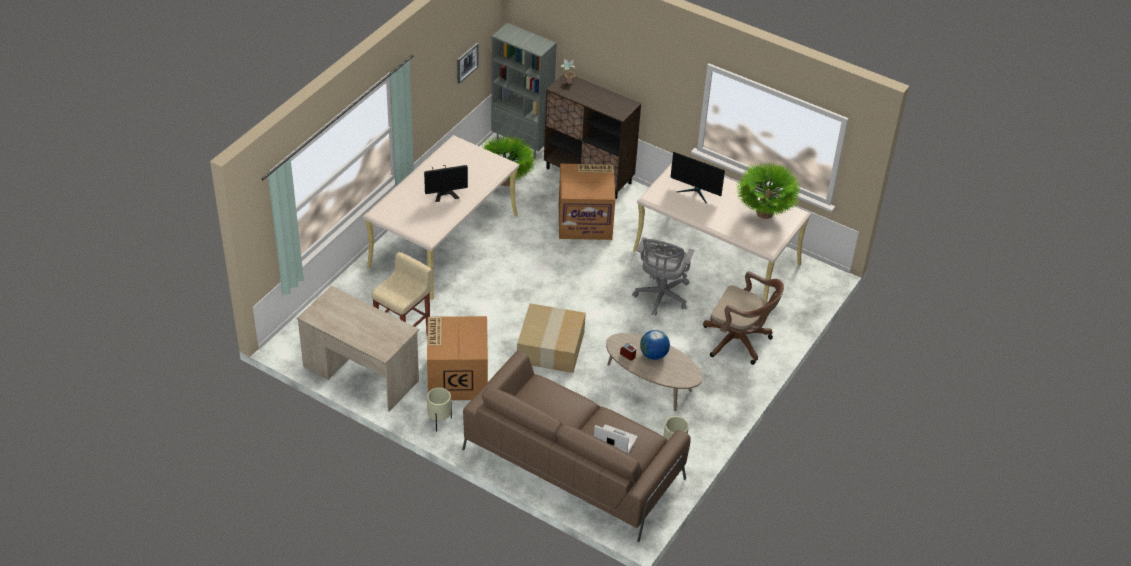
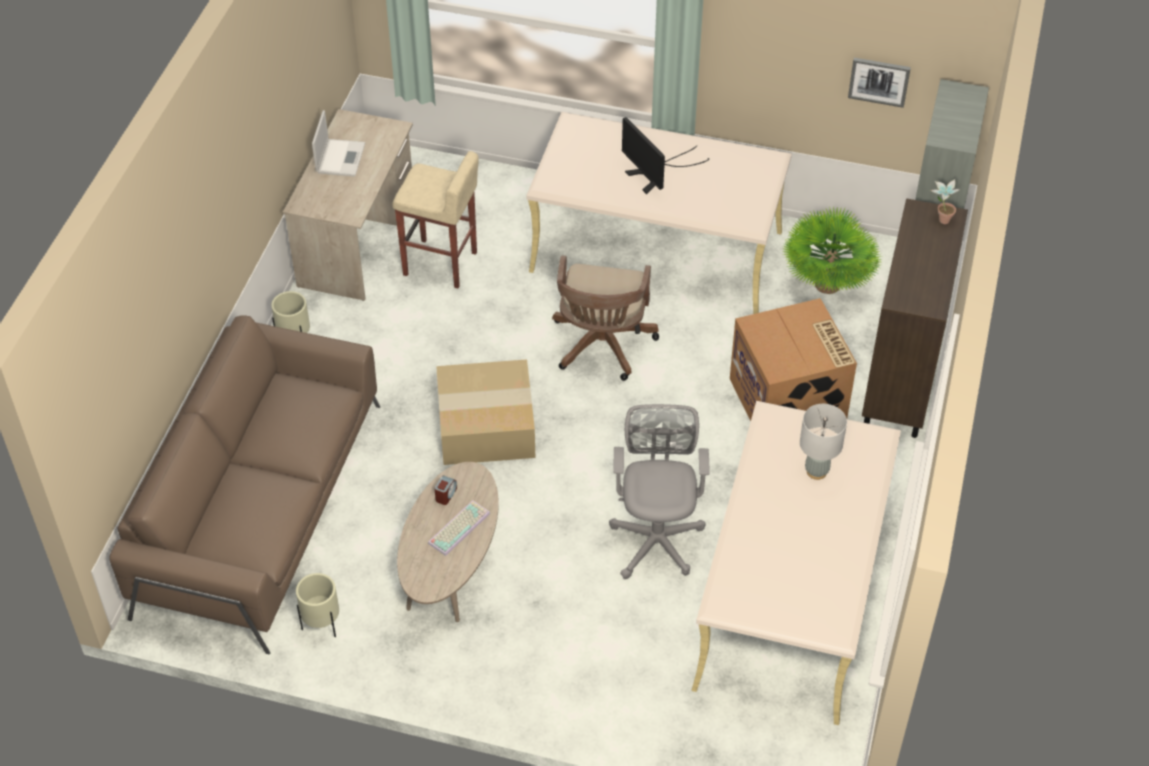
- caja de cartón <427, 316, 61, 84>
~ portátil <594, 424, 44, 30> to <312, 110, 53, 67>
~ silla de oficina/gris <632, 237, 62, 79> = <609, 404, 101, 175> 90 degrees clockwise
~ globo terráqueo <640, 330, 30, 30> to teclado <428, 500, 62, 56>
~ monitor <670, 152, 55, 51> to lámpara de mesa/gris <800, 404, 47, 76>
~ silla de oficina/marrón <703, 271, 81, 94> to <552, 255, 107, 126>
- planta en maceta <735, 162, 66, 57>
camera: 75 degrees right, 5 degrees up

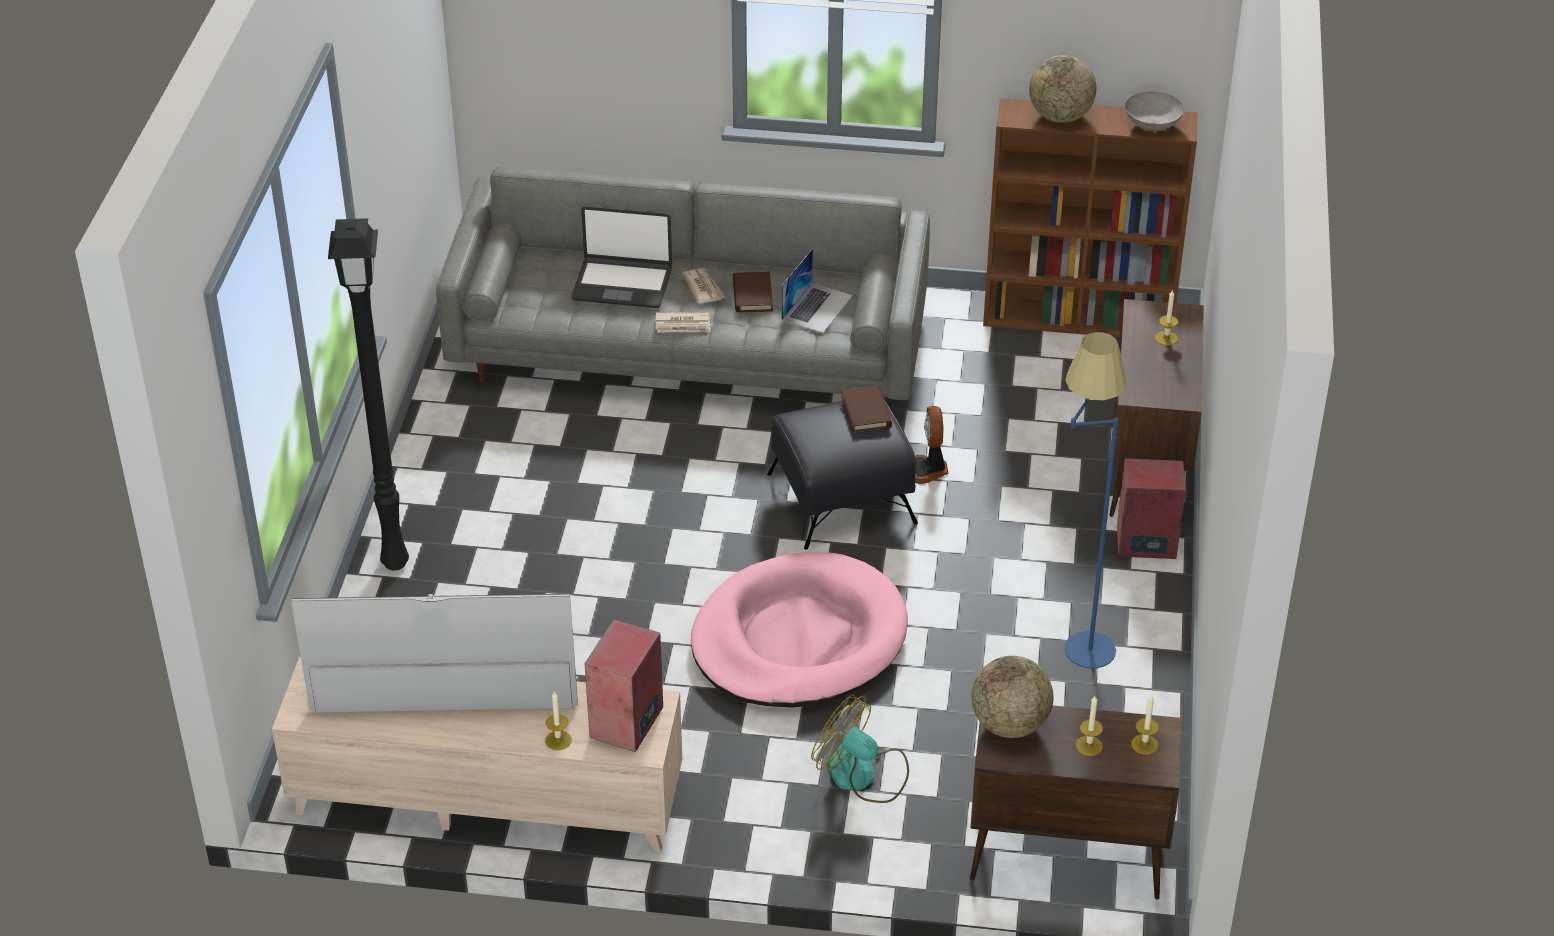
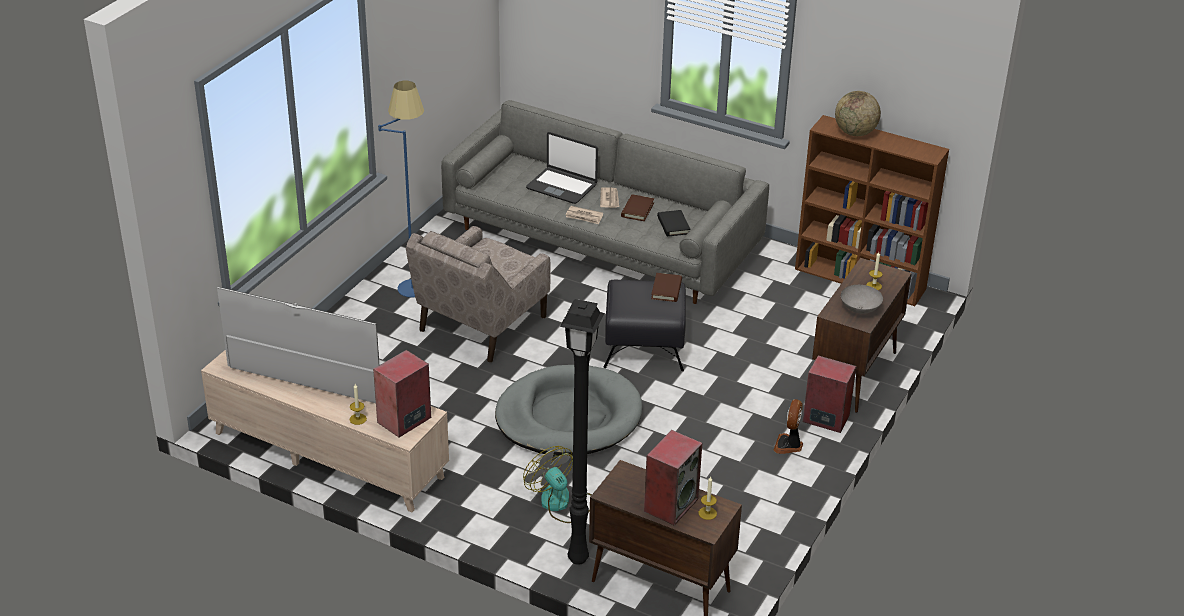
~ lámpara de pie/negro <328, 218, 81, 352> to <560, 299, 45, 266>
~ cama para perro/rosa <691, 552, 217, 156> to cama para perro/gris <495, 365, 147, 91>
~ portátil <782, 249, 71, 84> to libro/negro <657, 210, 34, 27>
~ ventilador <915, 406, 33, 78> to <773, 399, 30, 55>
- globo terráqueo <971, 656, 83, 82>
~ lámpara de pie/azul <1064, 332, 63, 336> to <378, 81, 46, 217>
~ vela <1076, 696, 27, 60> to altavoz <644, 430, 58, 96>
~ cuenco/gris <1125, 91, 59, 40> to <841, 285, 42, 29>
+ sillón/beis <406, 226, 145, 136>
camera: 20 degrees right, 5 degrees down

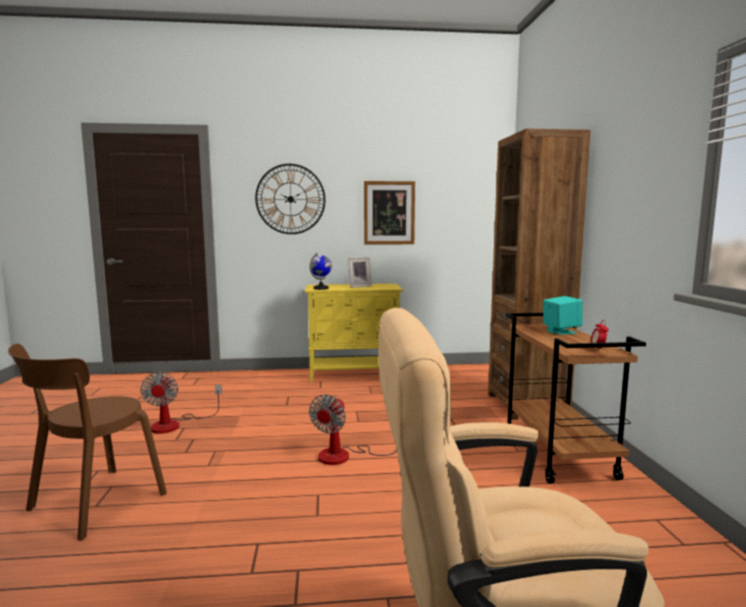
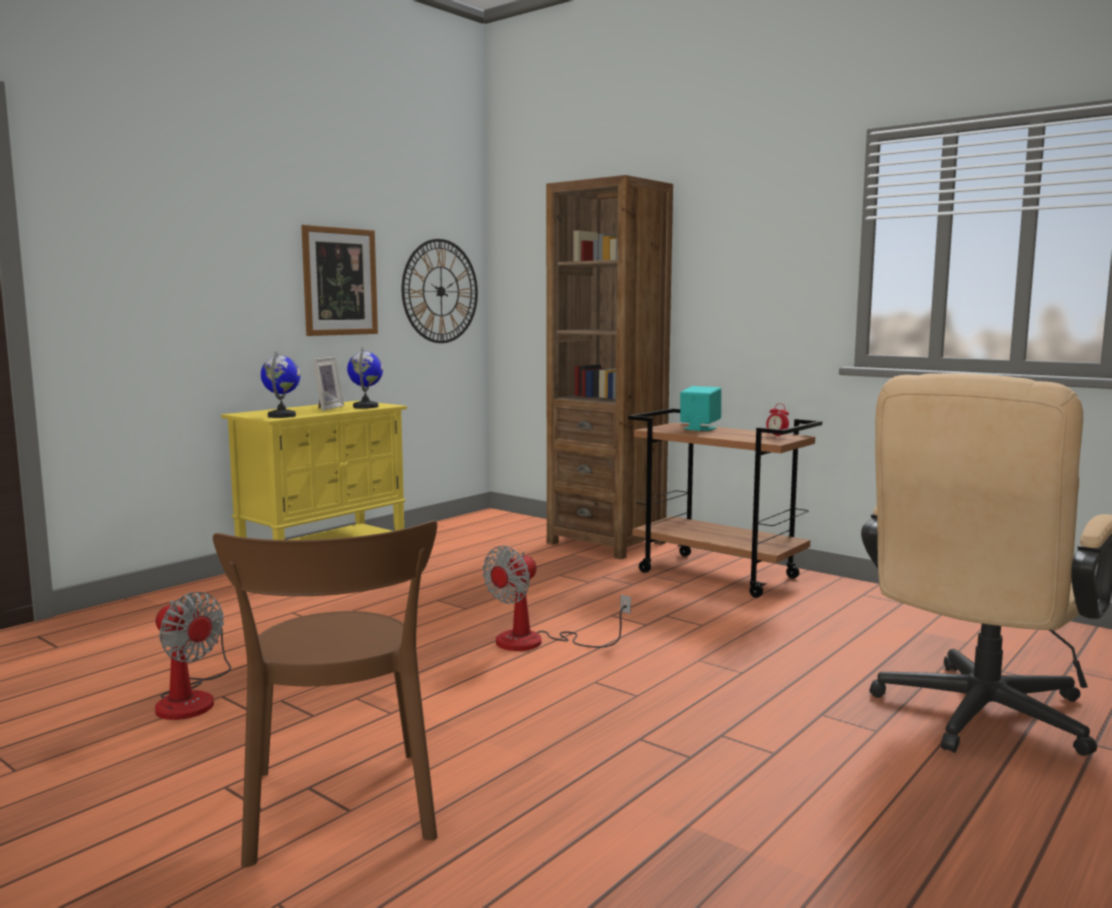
~ reloj de pared <255, 164, 70, 70> to <402, 239, 76, 104>
~ ventilador <309, 394, 88, 71> = <482, 546, 149, 105> 60 degrees clockwise
+ globo terráqueo <347, 347, 36, 62>
camera: 45 degrees left, 0 degrees up

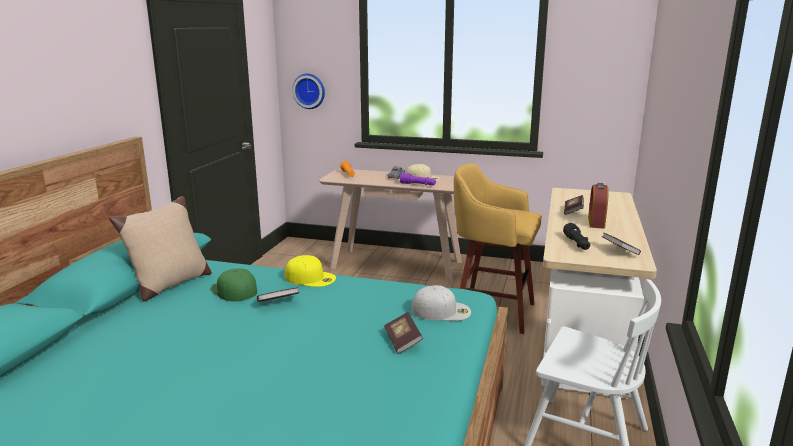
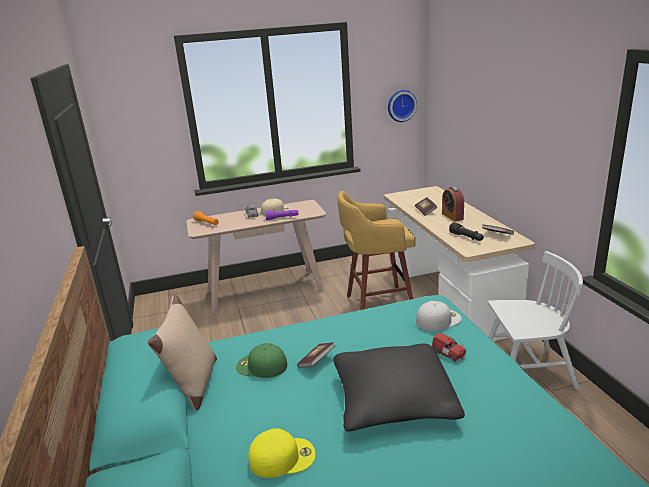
~ gorra/amarillo <285, 255, 51, 32> to <248, 428, 67, 50>
~ reloj de pared <292, 74, 33, 35> to <388, 90, 29, 32>
~ libro <384, 312, 39, 42> to coche de juguete/rojo <432, 333, 34, 29>
+ cojín/negro <333, 343, 132, 89>
camera: 30 degrees left, 5 degrees up

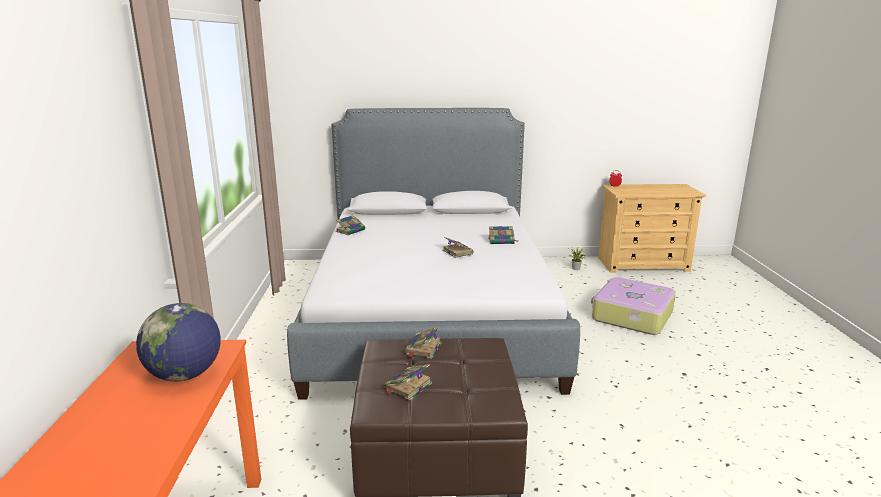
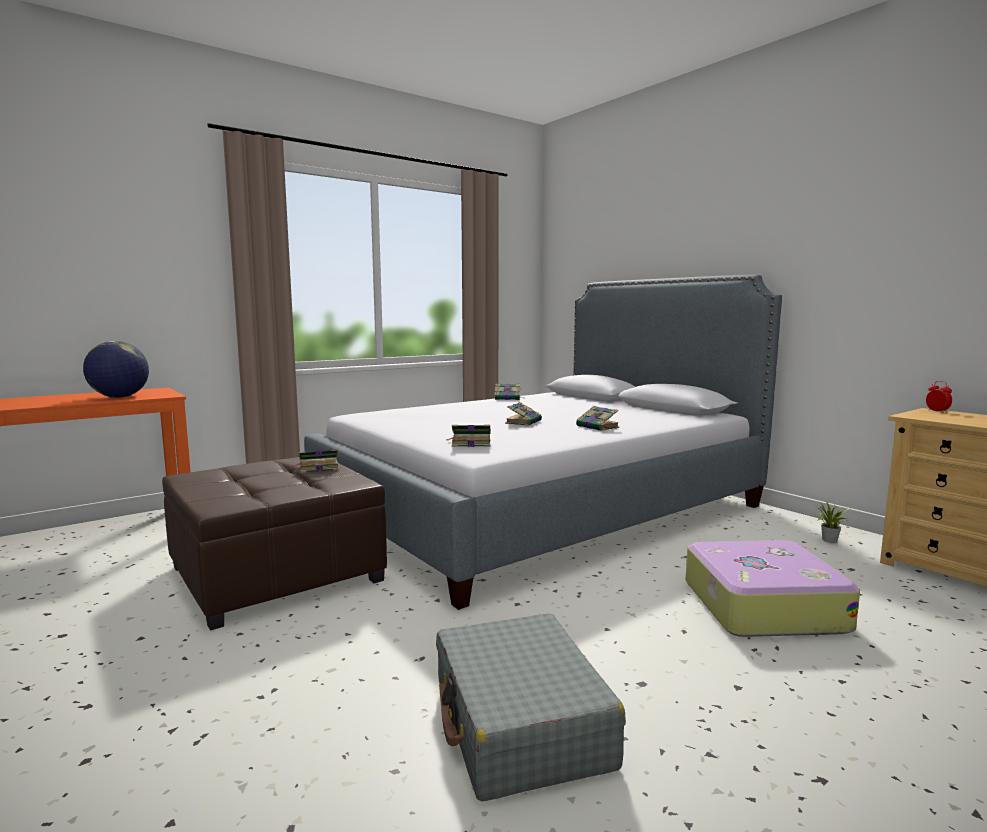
~ libro <384, 364, 48, 37> to <448, 425, 43, 22>
+ maleta/gris <436, 613, 190, 189>
camera: 55 degrees right, 10 degrees down

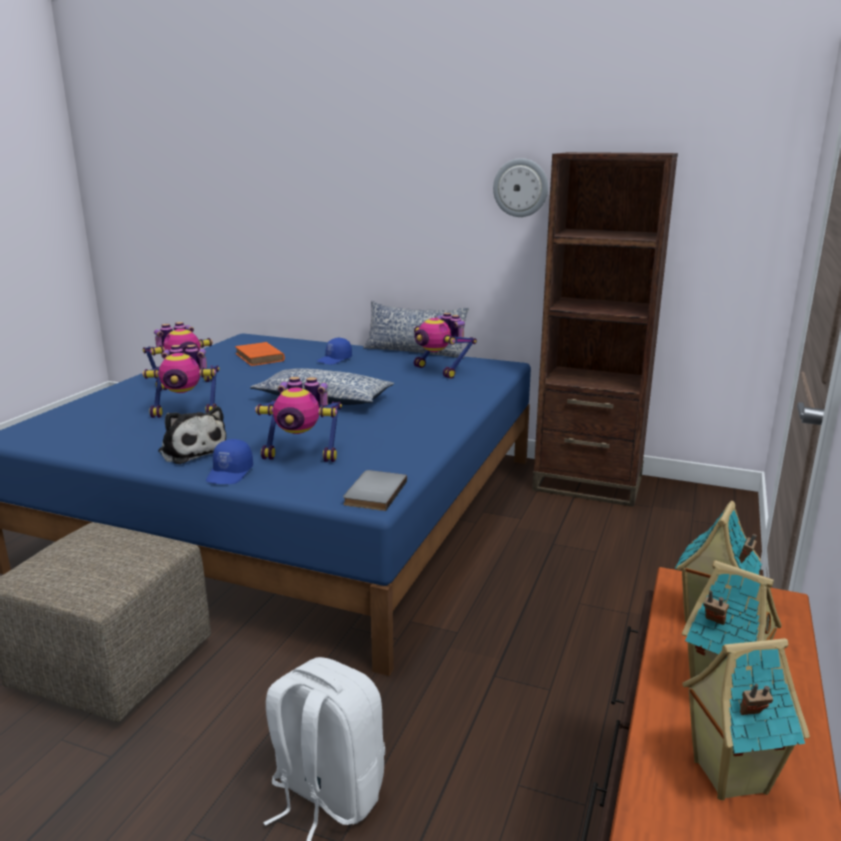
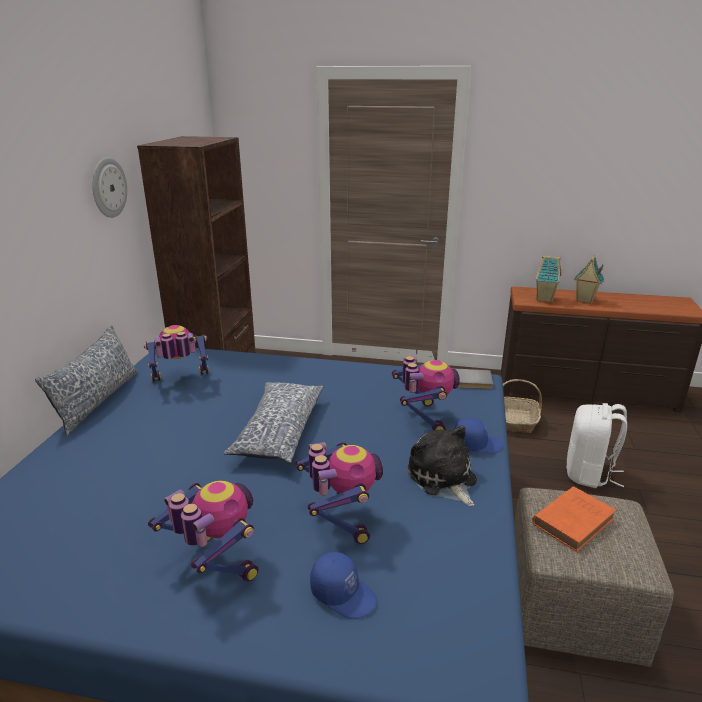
~ peluche <158, 407, 68, 57> = <408, 425, 69, 81> 60 degrees counterclockwise
~ libro/naranja <235, 342, 50, 24> to <532, 486, 84, 66>
~ gorra/azul <317, 338, 35, 27> to <310, 552, 67, 67>
~ robot de juguete <414, 313, 63, 66> = <144, 325, 65, 57> 150 degrees counterclockwise
- casita <682, 638, 128, 163>
+ cesta <503, 379, 39, 54>
camera: 100 degrees left, 5 degrees up

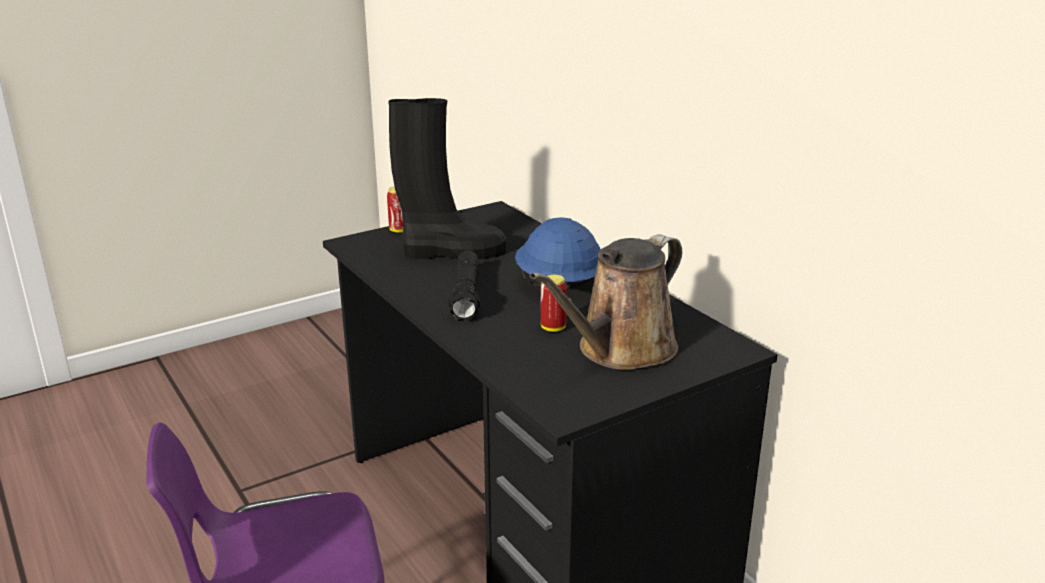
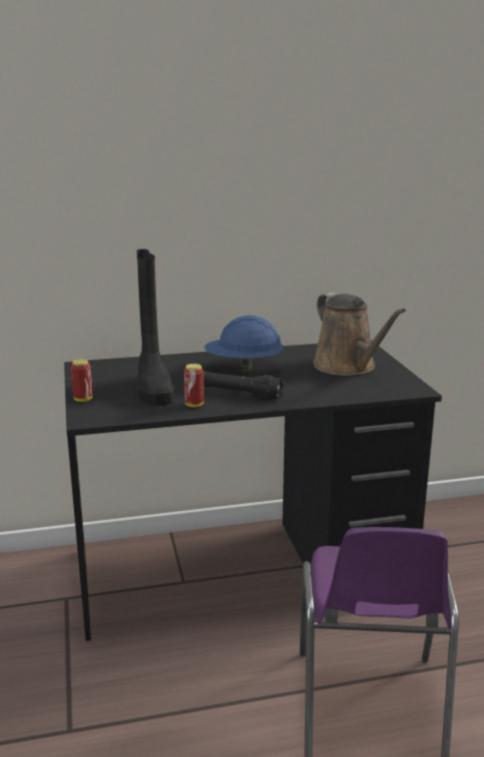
~ bota/negro <389, 98, 117, 162> = <137, 249, 37, 157> 150 degrees clockwise
~ lata <541, 275, 26, 57> to <184, 364, 20, 43>
camera: 70 degrees left, 5 degrees down

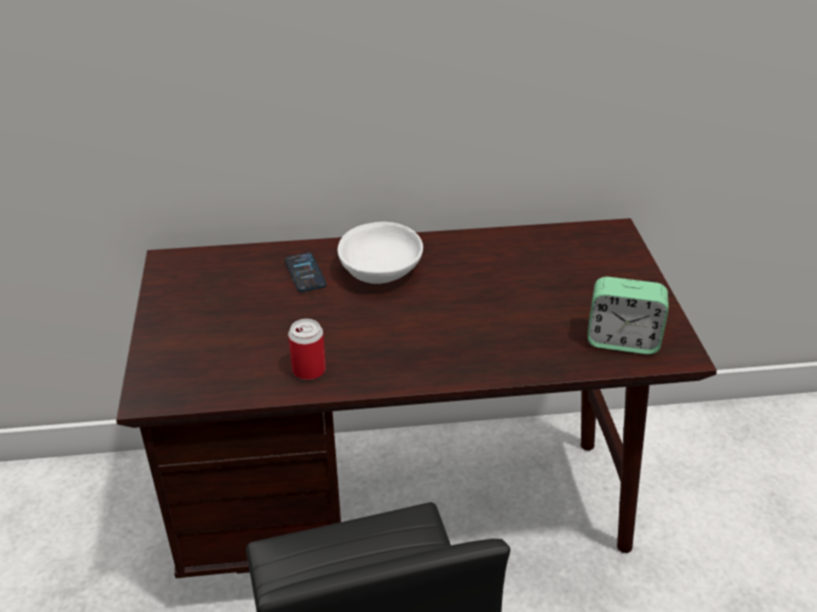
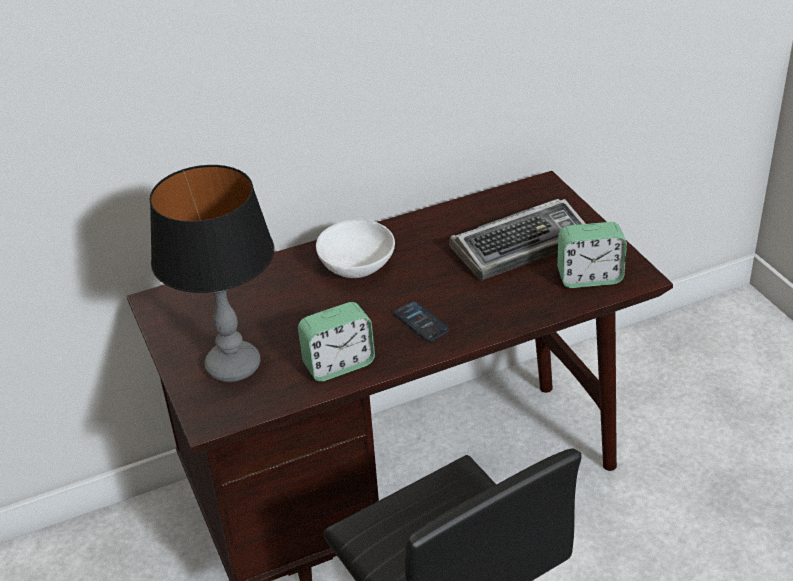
~ móvil <285, 252, 42, 40> to <393, 301, 57, 41>
~ lata <288, 319, 38, 61> to despertador <298, 302, 77, 80>
+ lámpara de mesa <149, 165, 125, 217>
+ teclado <449, 199, 137, 81>
camera: 15 degrees left, 0 degrees up

